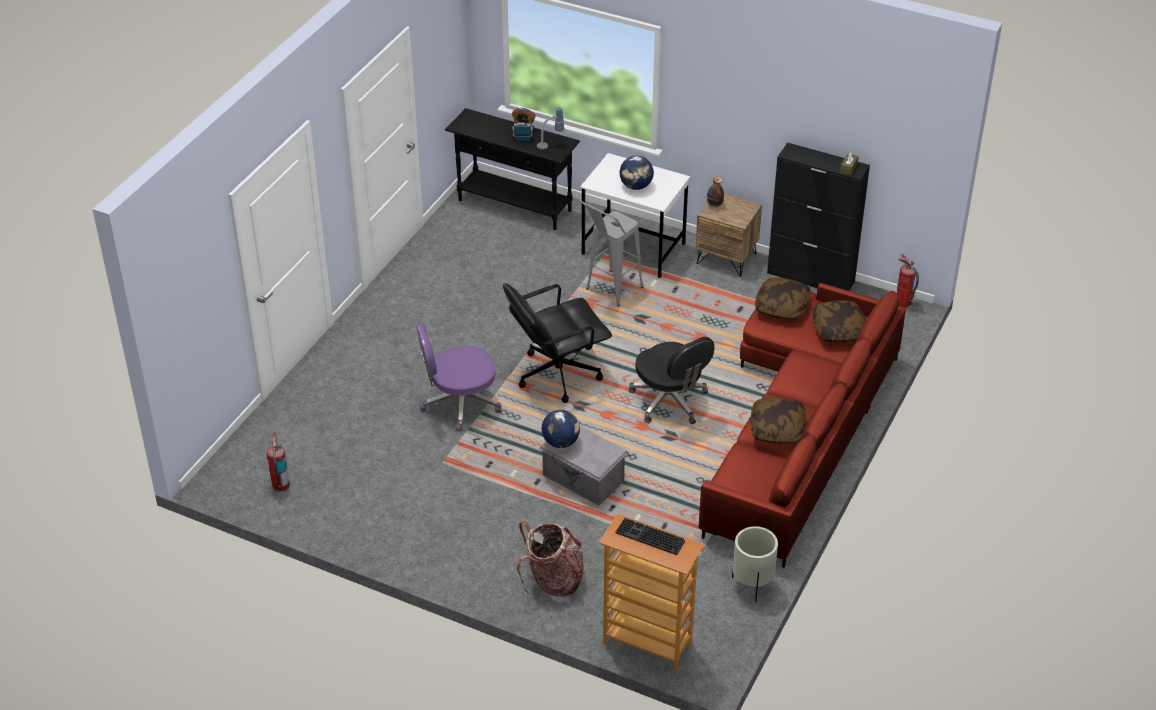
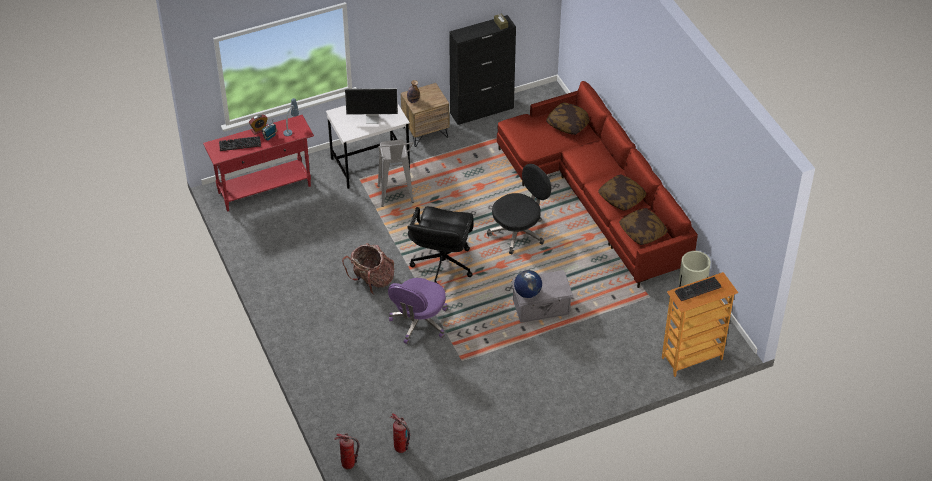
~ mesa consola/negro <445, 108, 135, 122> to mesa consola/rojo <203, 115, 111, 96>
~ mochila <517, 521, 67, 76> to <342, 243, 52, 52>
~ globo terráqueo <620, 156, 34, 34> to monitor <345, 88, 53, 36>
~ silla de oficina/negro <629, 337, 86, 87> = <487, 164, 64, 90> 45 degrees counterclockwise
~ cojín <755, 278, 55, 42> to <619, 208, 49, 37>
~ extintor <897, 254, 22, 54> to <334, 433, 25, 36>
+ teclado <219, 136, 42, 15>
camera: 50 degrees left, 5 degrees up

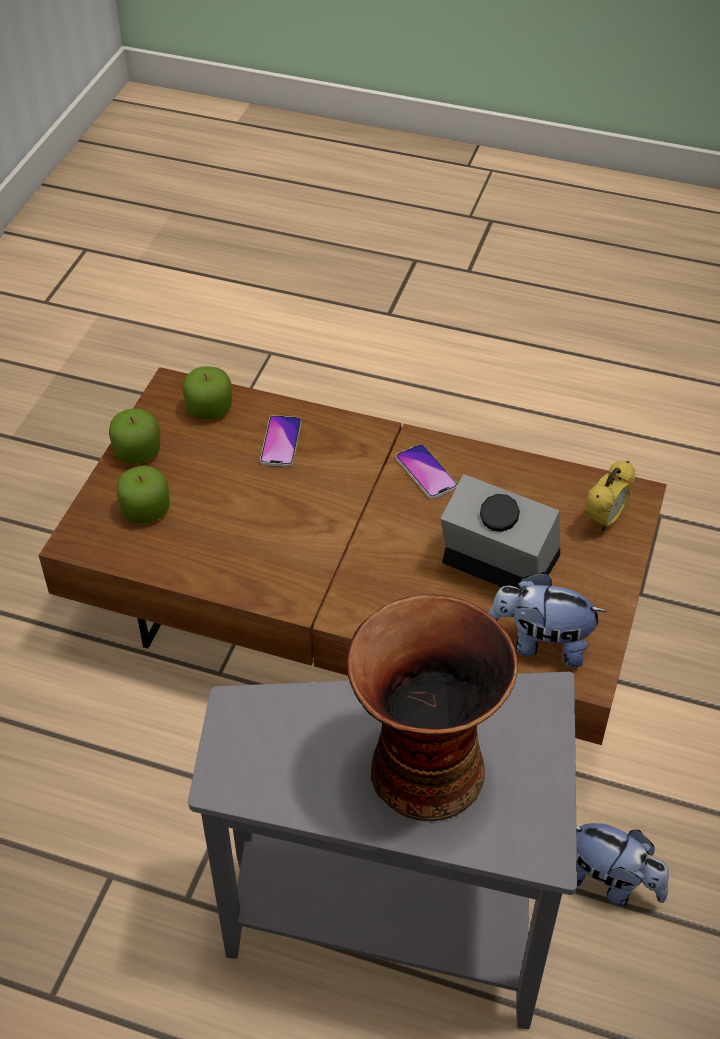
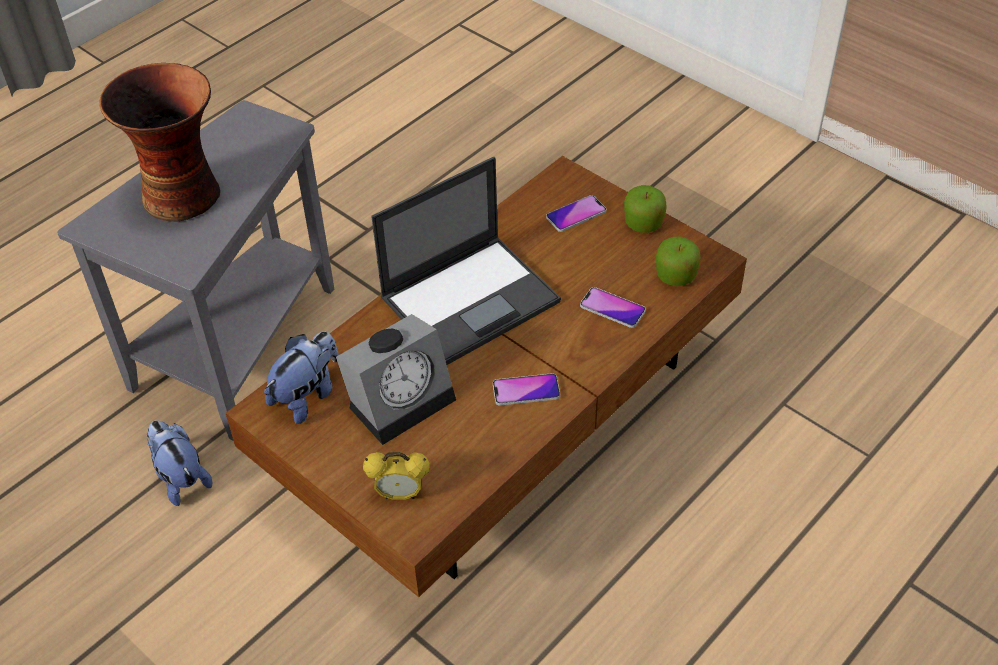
~ manzana <117, 465, 52, 59> to móvil <546, 195, 60, 37>
~ peluche <576, 823, 93, 83> = <147, 421, 66, 85> 90 degrees clockwise
~ despertador <585, 461, 51, 71> = <363, 452, 67, 48> 60 degrees counterclockwise
+ portátil <371, 157, 190, 208>
camera: 115 degrees right, 0 degrees up

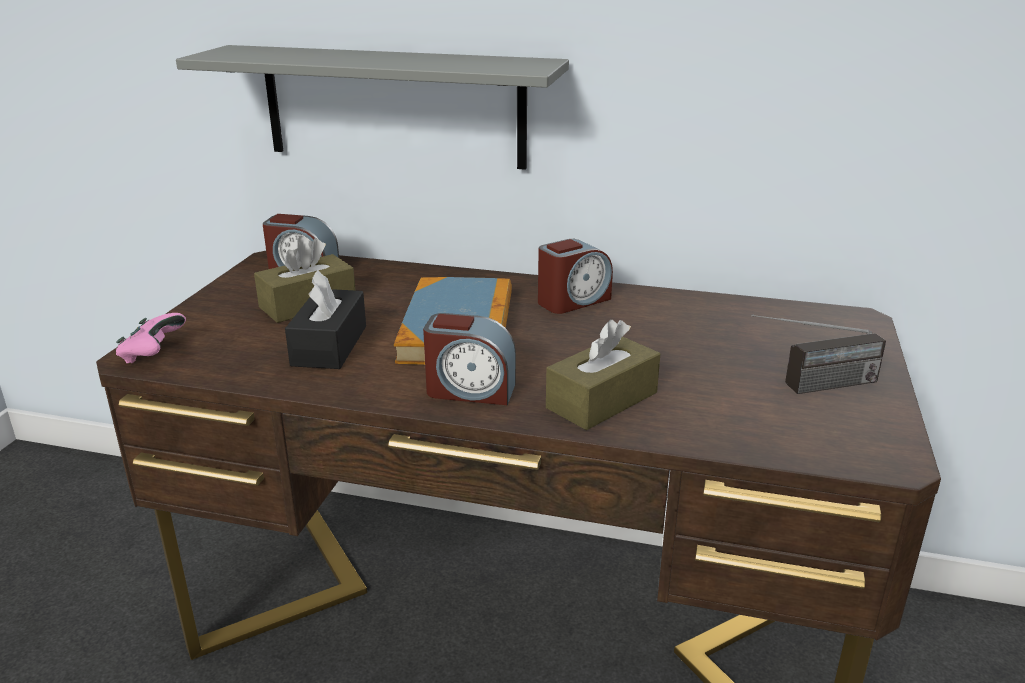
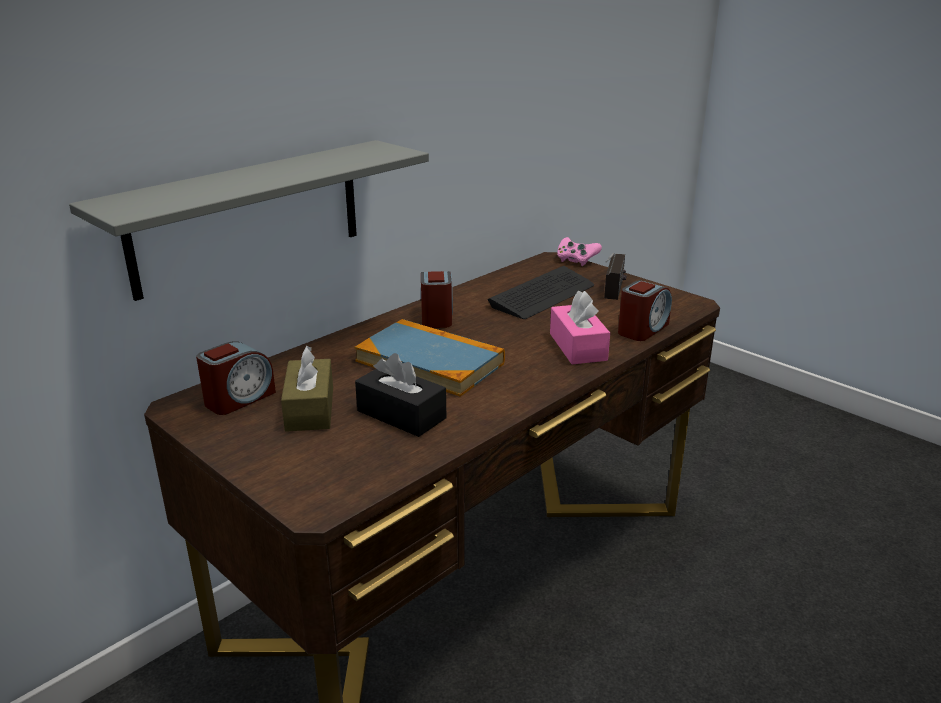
~ mando de consola/rosa <116, 313, 70, 50> to <557, 237, 45, 29>
~ despertador <423, 313, 93, 92> to <618, 280, 54, 61>
~ caja de pañuelos/marrón <546, 320, 114, 110> to caja de pañuelos/rosa <550, 291, 60, 73>
+ teclado <487, 266, 107, 53>
camera: 60 degrees left, 0 degrees up

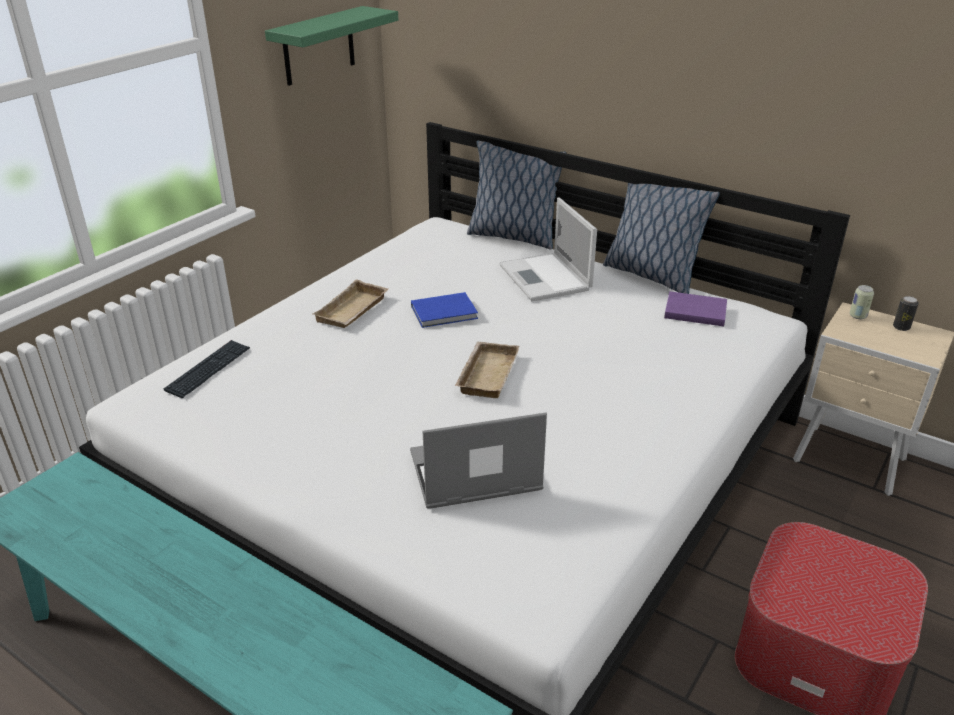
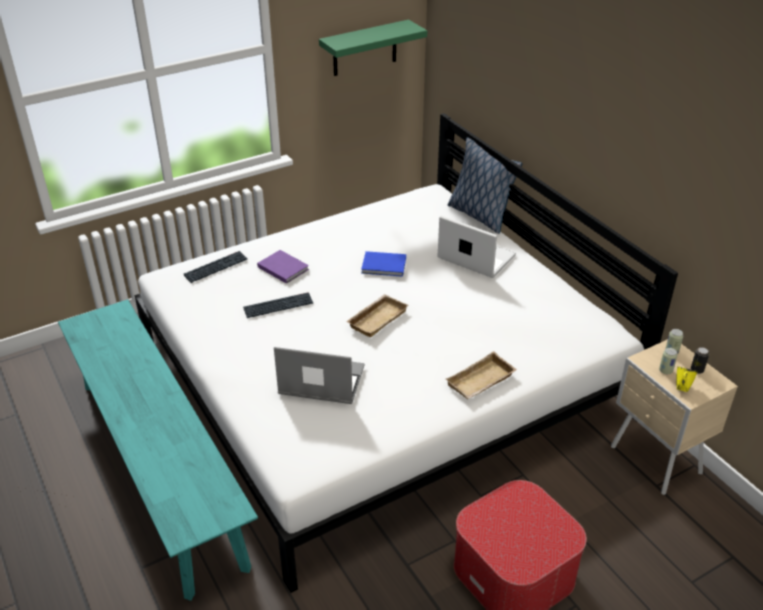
~ bandeja/beis <313, 279, 75, 49> to <446, 351, 71, 48>
~ portátil <499, 197, 98, 104> = <437, 215, 79, 63> 120 degrees clockwise
- cojín <603, 167, 117, 127>
~ libro/morado <664, 291, 63, 35> to <257, 250, 52, 34>
+ teclado <243, 292, 70, 26>
+ lata <659, 348, 19, 26>
+ taza grande/amarillo <676, 367, 21, 25>
camera: 25 degrees right, 5 degrees up

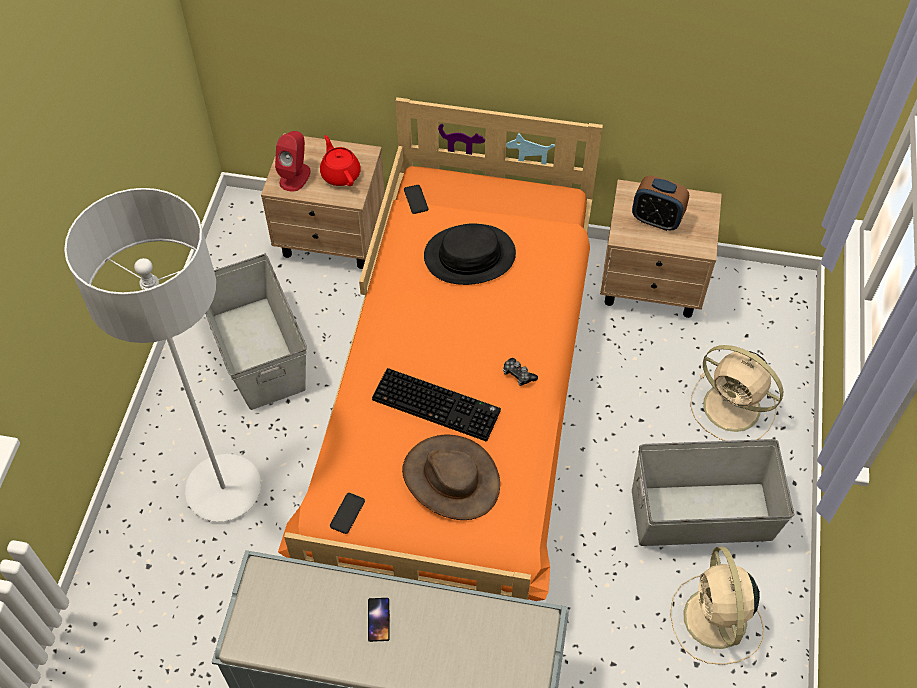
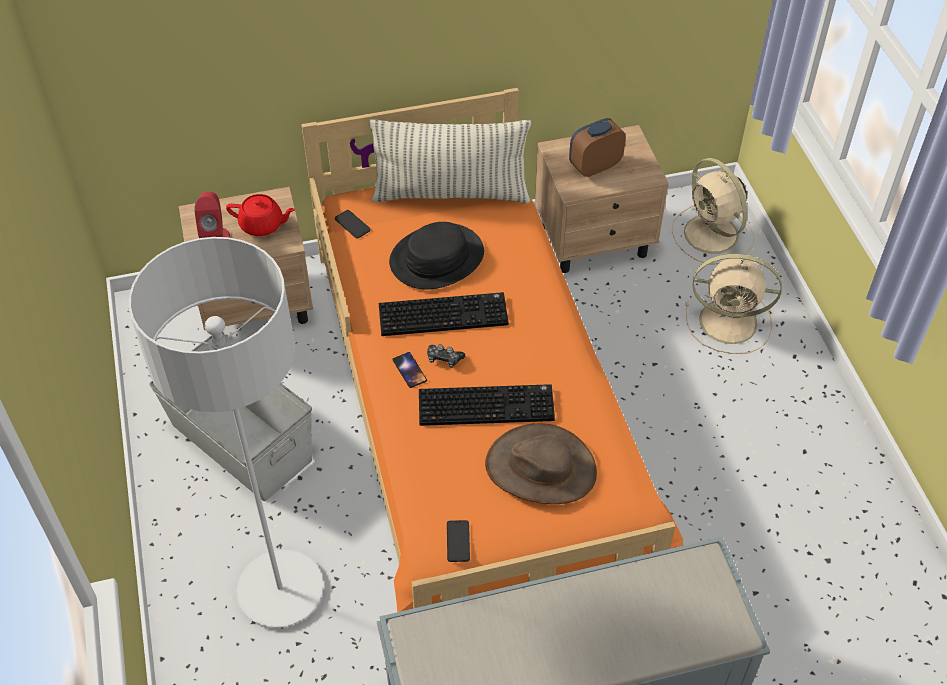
~ tetera/rojo <320, 135, 41, 51> = <226, 194, 70, 42> 150 degrees clockwise
~ móvil <368, 598, 22, 44> to <392, 352, 35, 36>
~ mando de consola <503, 358, 35, 28> to <427, 344, 38, 24>
~ despertador <632, 176, 57, 55> = <569, 118, 57, 59> 150 degrees clockwise
- caja de almacenaje/gris <632, 439, 162, 107>
~ ventilador/beis <670, 547, 94, 118> to <672, 158, 83, 106>
+ cojín <369, 119, 162, 84>
+ teclado <379, 292, 130, 44>
camera: 25 degrees left, 5 degrees down

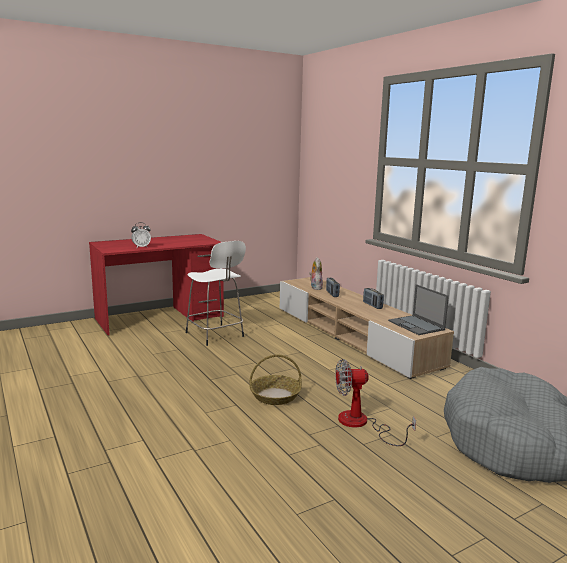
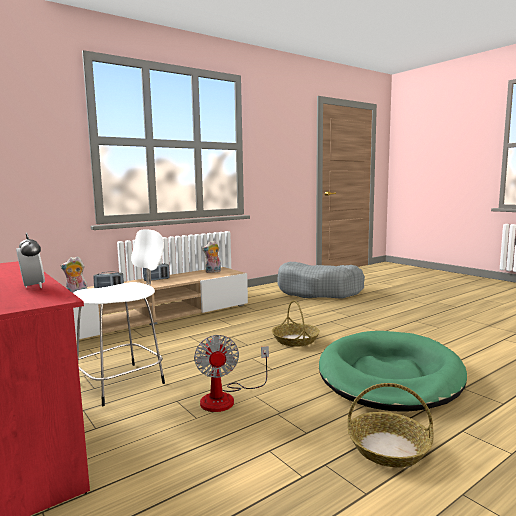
~ ventilador <335, 359, 81, 87> to <194, 335, 75, 77>
~ portátil <388, 284, 61, 51> to peluche <202, 240, 19, 33>
+ cama para perro/verde <319, 331, 148, 81>
+ cesta <348, 383, 85, 84>
camera: 95 degrees left, 5 degrees down

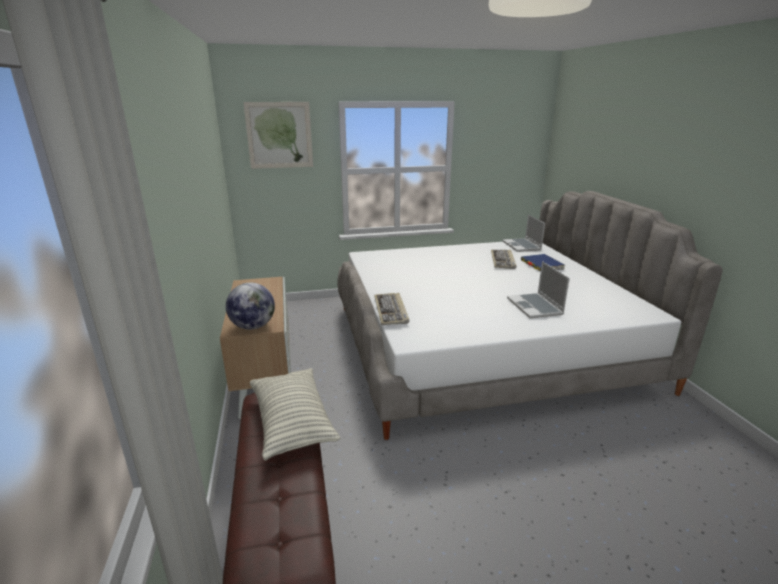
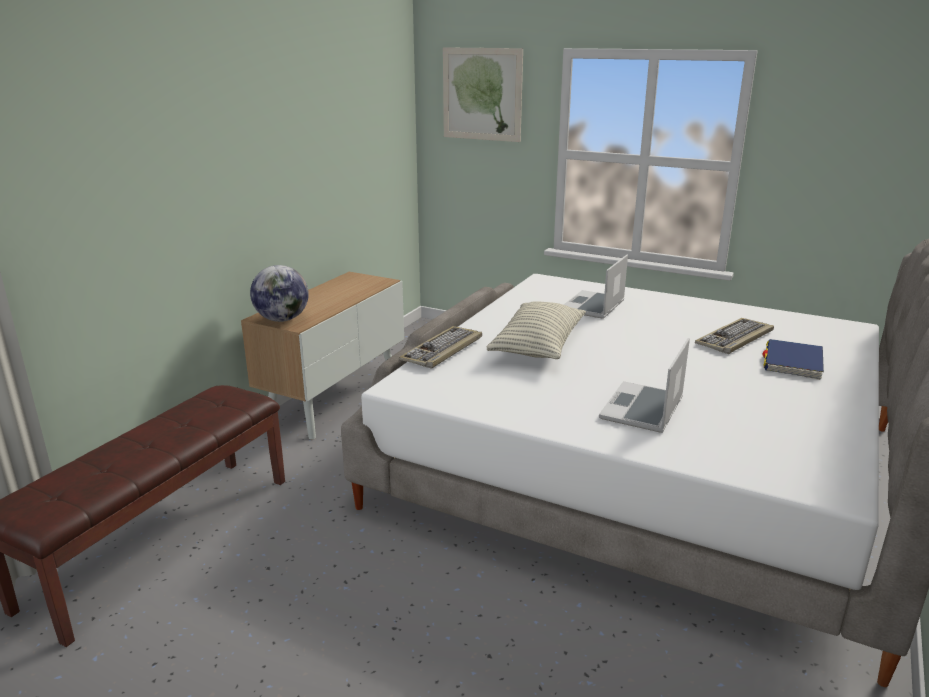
~ cojín <250, 368, 91, 93> to <487, 302, 99, 57>
~ portátil <503, 214, 42, 38> to <564, 255, 64, 64>
camera: 40 degrees right, 0 degrees up

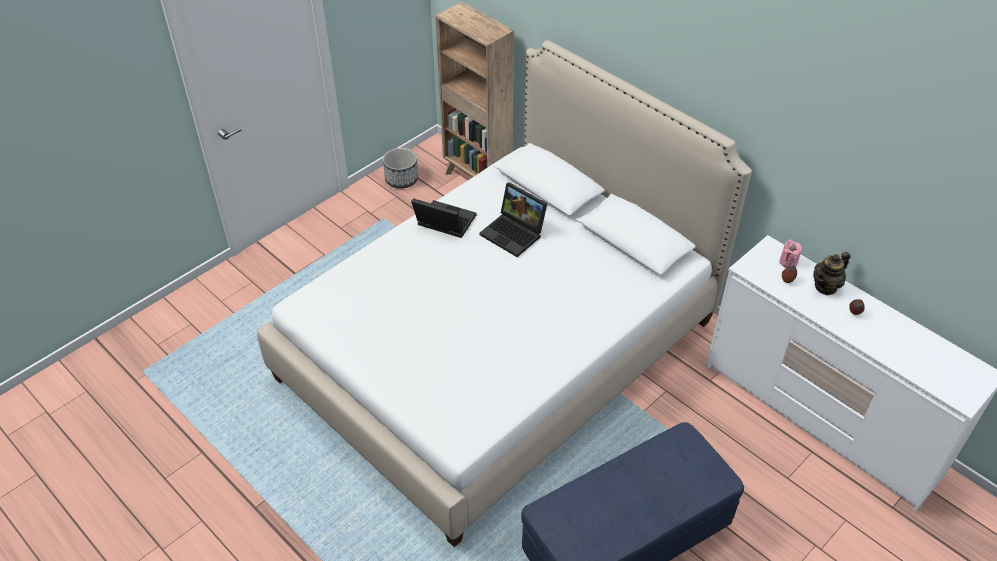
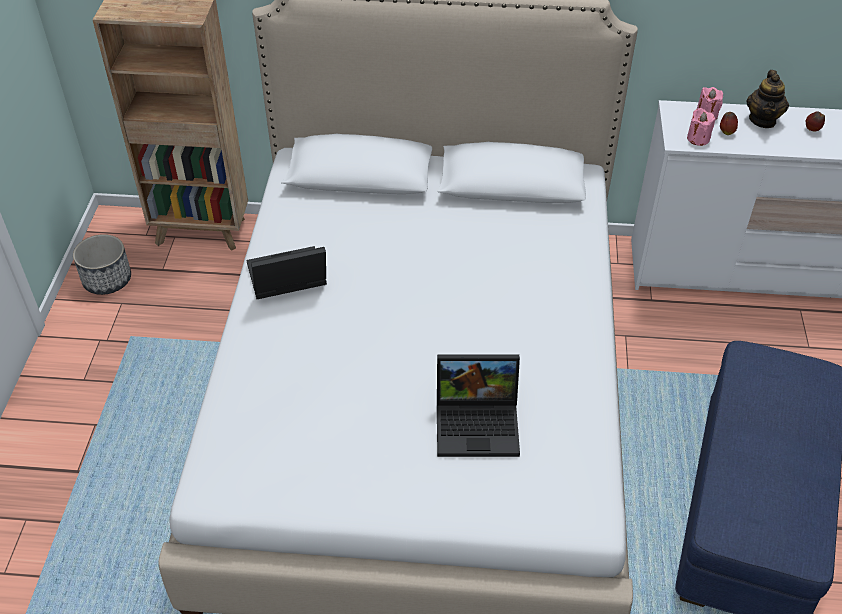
~ portátil <480, 182, 68, 75> to <437, 355, 83, 102>
+ vela/rosa <687, 108, 28, 38>
camera: 40 degrees left, 0 degrees up

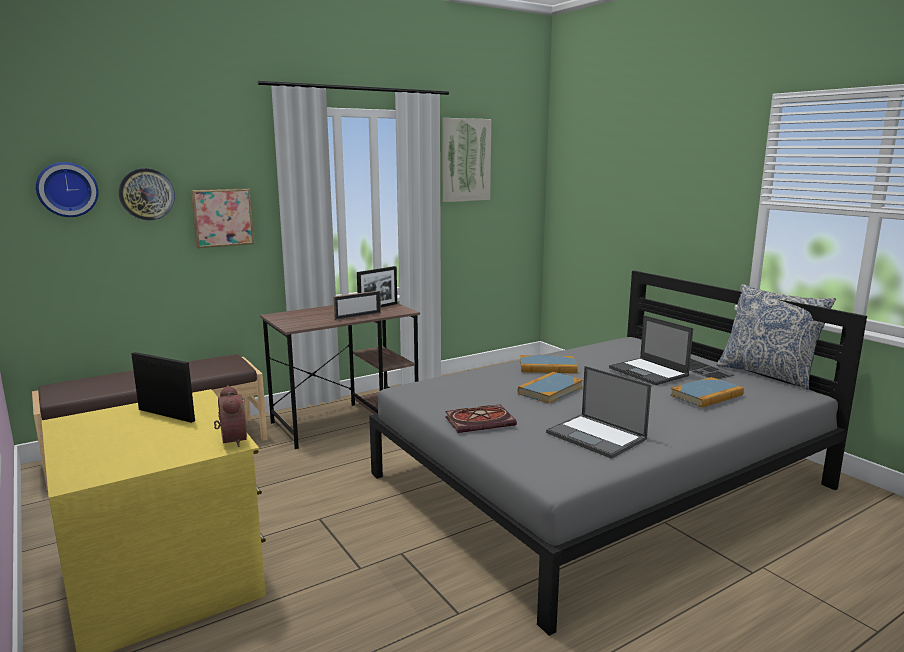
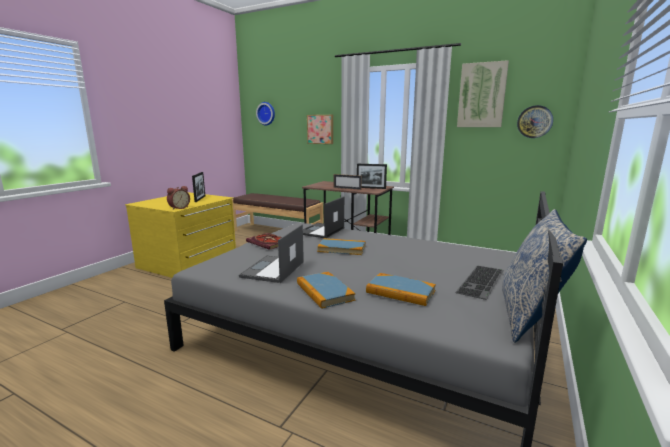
~ reloj de pared <119, 168, 56, 52> to <517, 105, 36, 33>
~ libro <520, 355, 58, 18> to <297, 272, 59, 37>
~ portátil <609, 315, 84, 70> to <303, 197, 42, 41>
camera: 60 degrees right, 0 degrees up

